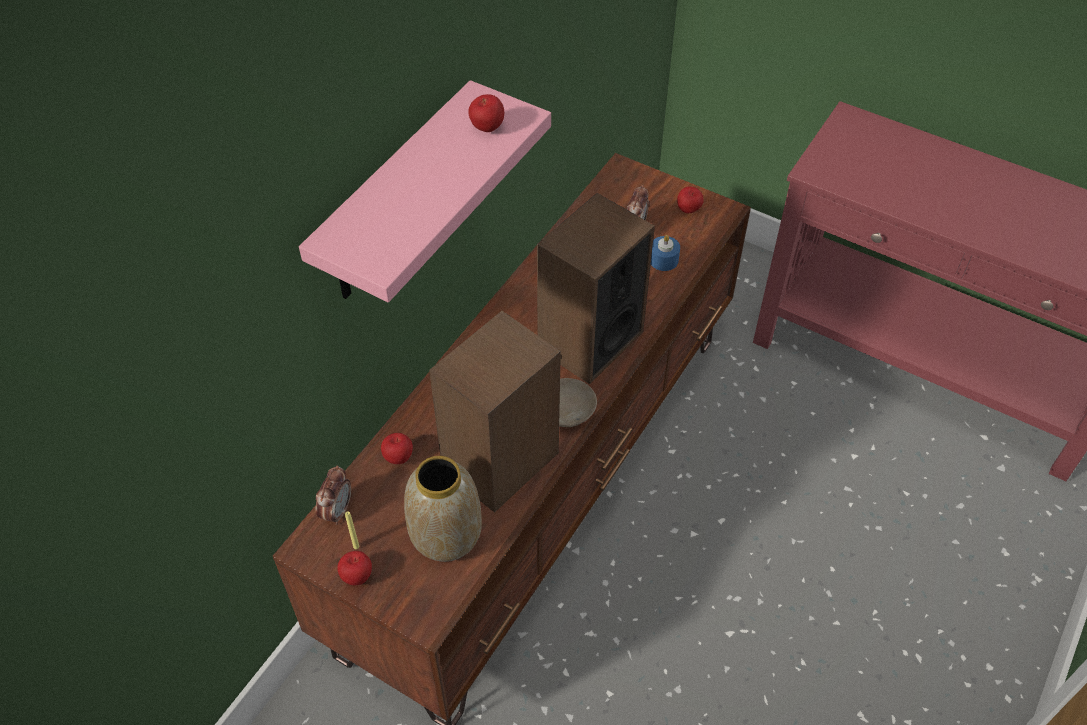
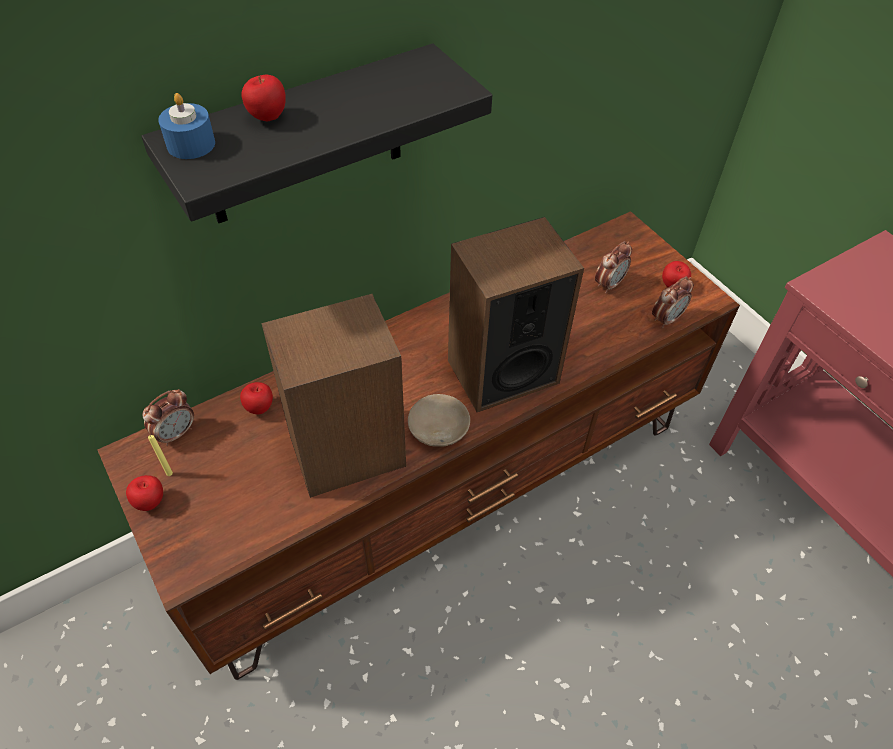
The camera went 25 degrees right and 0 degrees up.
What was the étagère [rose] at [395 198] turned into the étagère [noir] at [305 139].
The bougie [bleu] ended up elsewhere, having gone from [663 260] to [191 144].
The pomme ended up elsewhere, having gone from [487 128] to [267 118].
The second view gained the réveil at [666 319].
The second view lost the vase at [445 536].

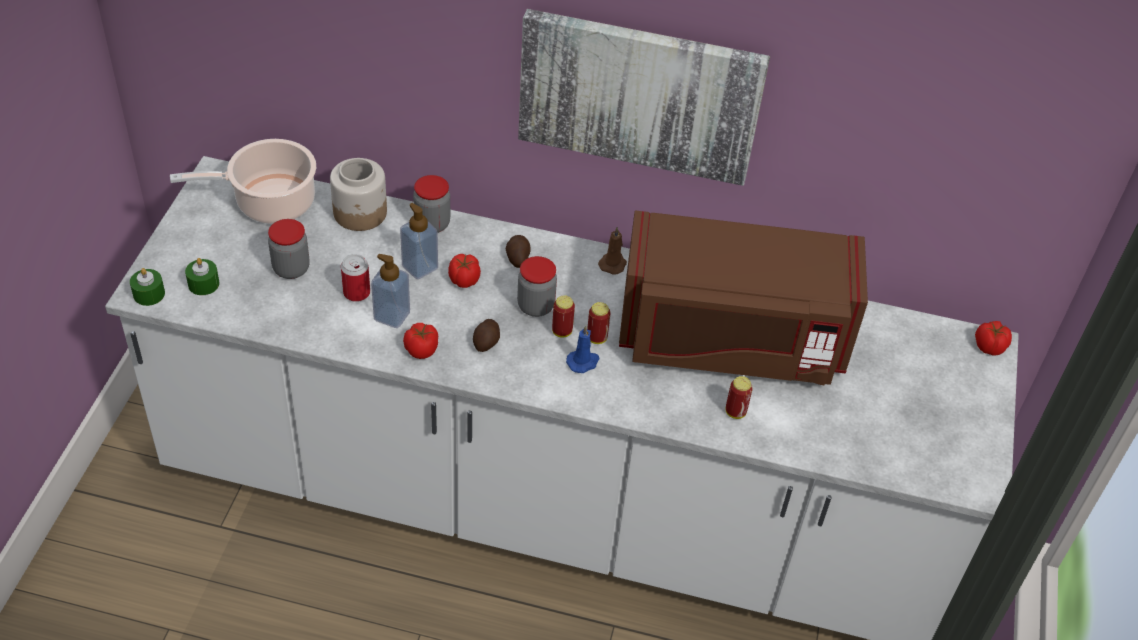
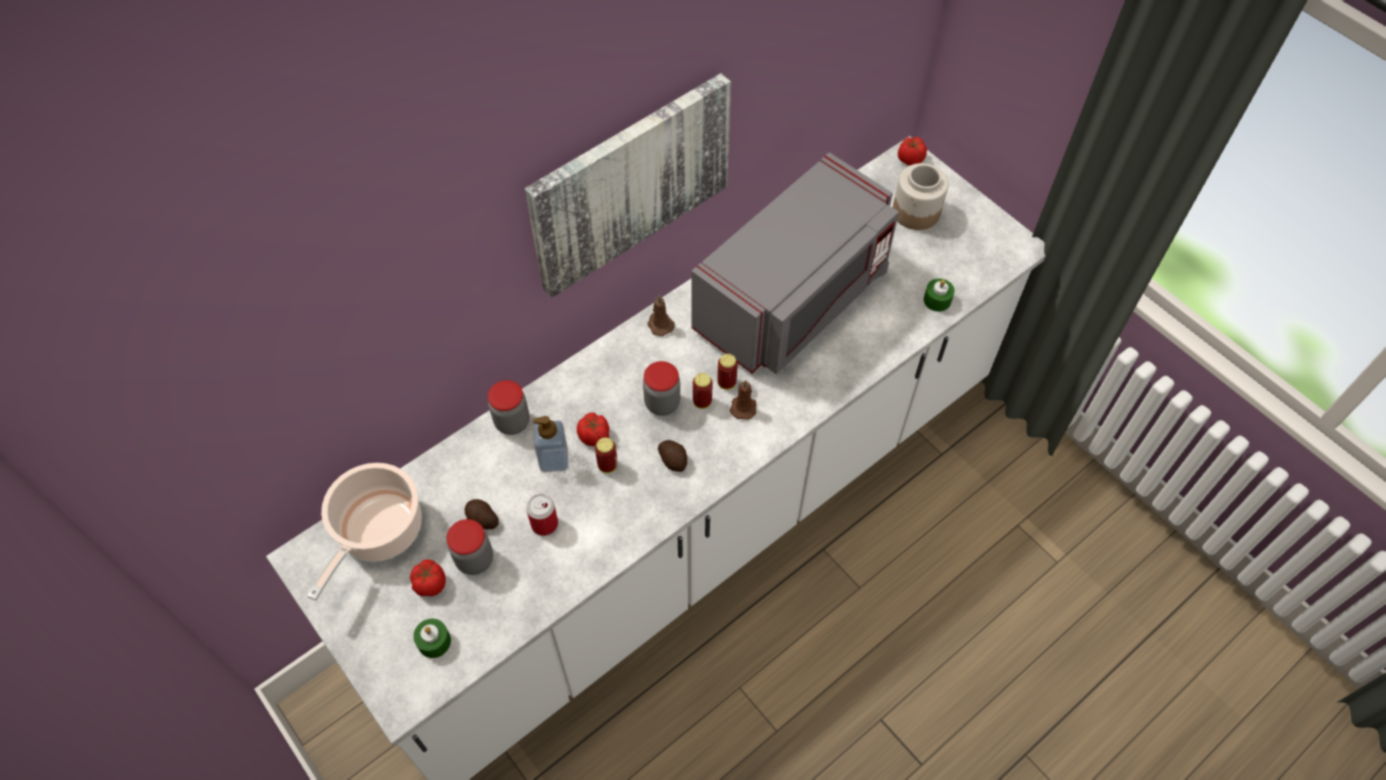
The camera went 50 degrees left and 10 degrees up.
The tomate ended up elsewhere, having gone from [422 349] to [430 583].
The pomme de terre ended up elsewhere, having gone from [517 257] to [482 519].
The boîte métallique ended up elsewhere, having gone from [735 412] to [607 465].
What was the micro-ondes [marron] at [731 340] turned into the micro-ondes [gris] at [793 299].
What was the bougie [bleu] at [583 362] turned into the bougie [marron] at [743 406].
The bocal ended up elsewhere, having gone from [360 213] to [916 212].
The bougie [vert] ended up elsewhere, having gone from [149 294] to [937 300].
The second view lost the distributeur de savon at [392 316].

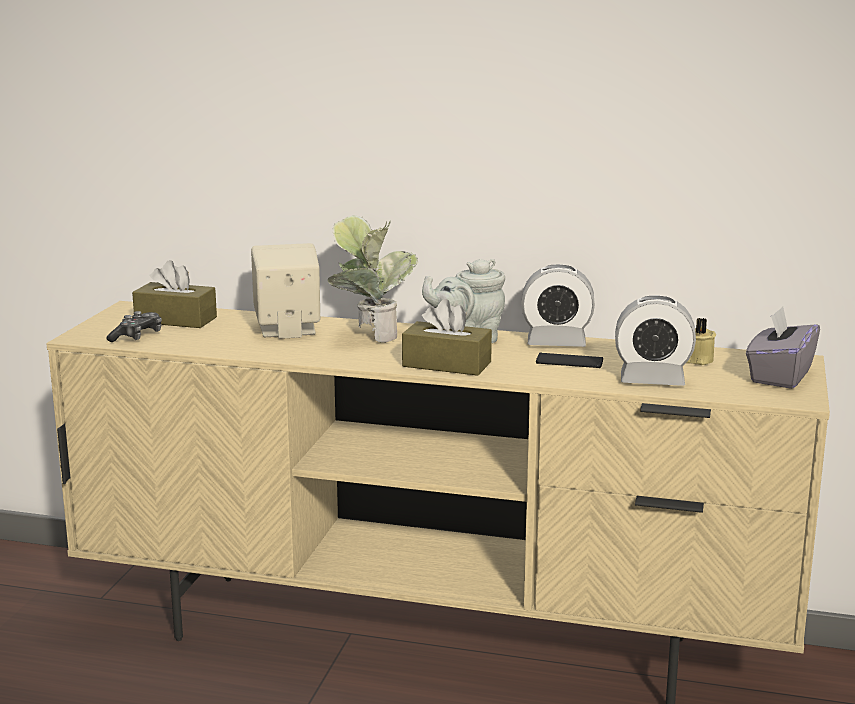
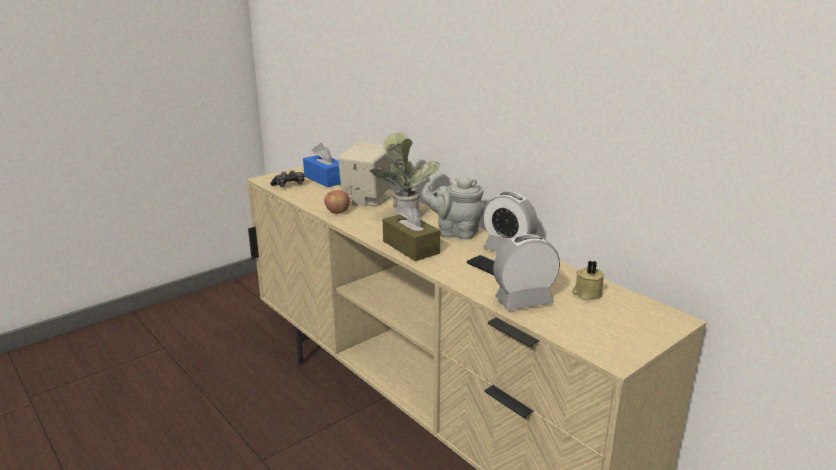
The camera went 35 degrees right and 5 degrees up.
What was the boîte à mouchoirs [marron] at [176 320] turned into the boîte à mouchoirs [bleu] at [325 179].
The second view gained the pomme at [337 212].
The réveil at [652 380] ended up facing another way, 120 degrees clockwise from before.
The second view lost the boîte à mouchoirs [gris] at [779 376].

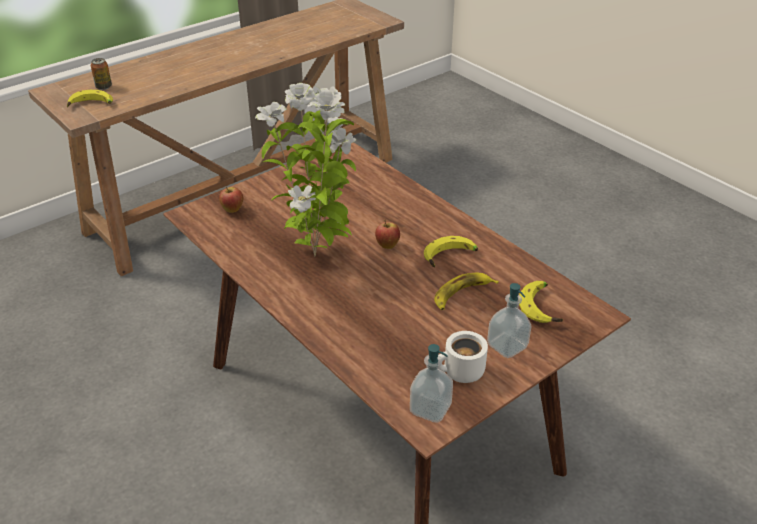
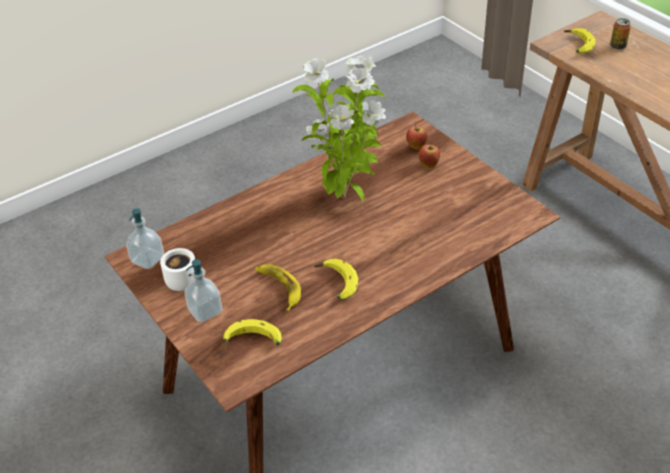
The camera went 95 degrees right and 5 degrees up.
The pomme ended up elsewhere, having gone from [387 246] to [428 165].

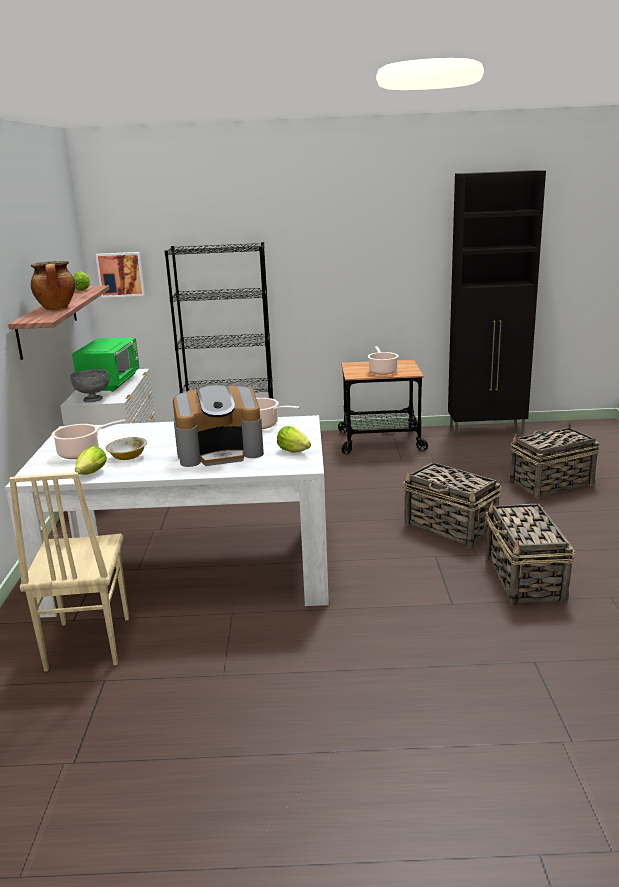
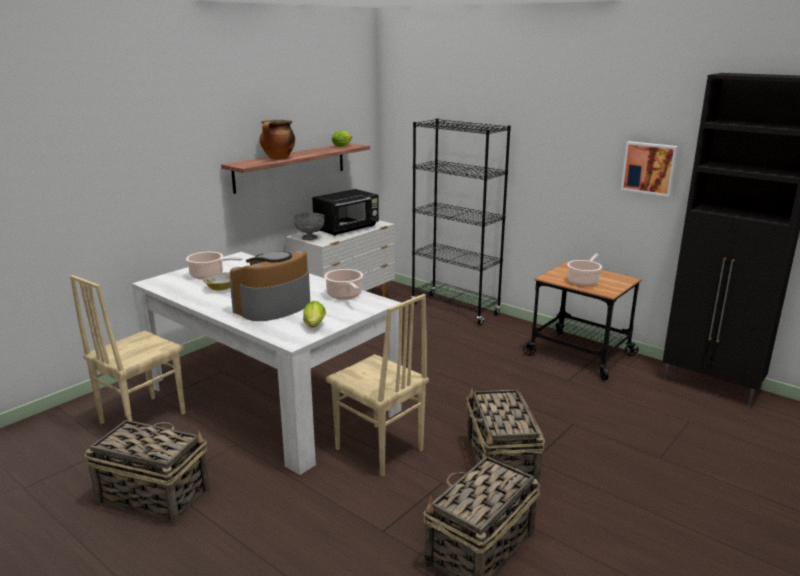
The camera went 40 degrees right and 0 degrees up.
The panier ended up elsewhere, having gone from [550 484] to [153 495].
The machine à café at [220 452] ended up facing another way, 105 degrees clockwise from before.
What was the micro-ondes [vert] at [111 383] turned into the micro-ondes [noir] at [347 228].
The second view gained the chaise [beige] at [378 450].
The tableau ended up elsewhere, having gone from [121 274] to [649 168].
The second view lost the laitue at [90 474].

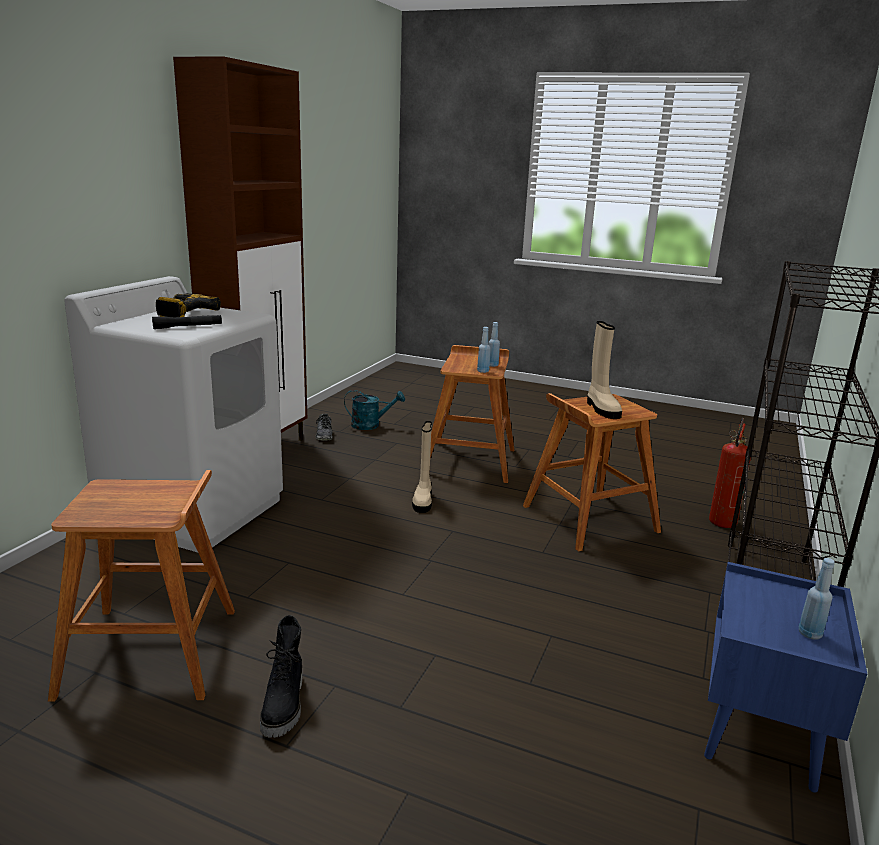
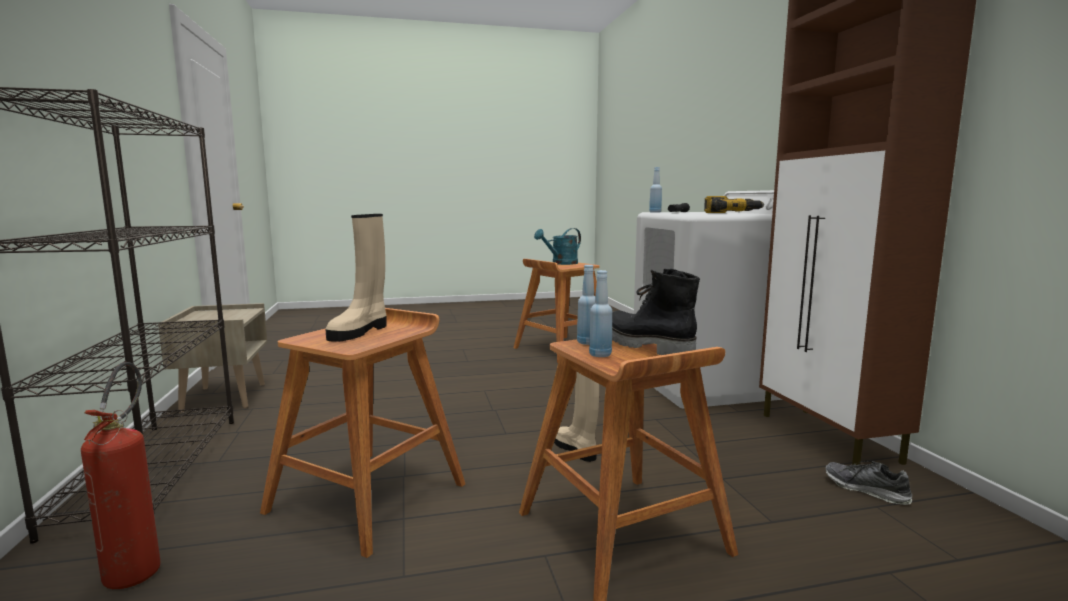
The camera went 145 degrees right and 10 degrees down.
What was the table de chevet [bleu] at [761 734] turned into the table de chevet [beige] at [223 397].
The botte [beige] at [601 409] ended up facing another way, 105 degrees counterclockwise from before.
The arrosoir [turquoise] ended up elsewhere, having gone from [371 425] to [561 263].
The botte [noir] ended up elsewhere, having gone from [285 705] to [645 346].
The bouteille [bleu] ended up elsewhere, having gone from [810 634] to [655 212].

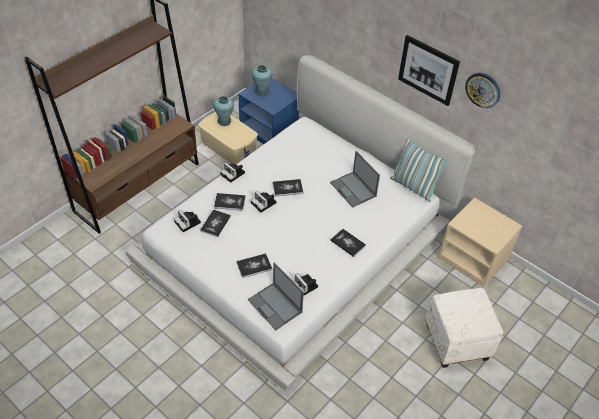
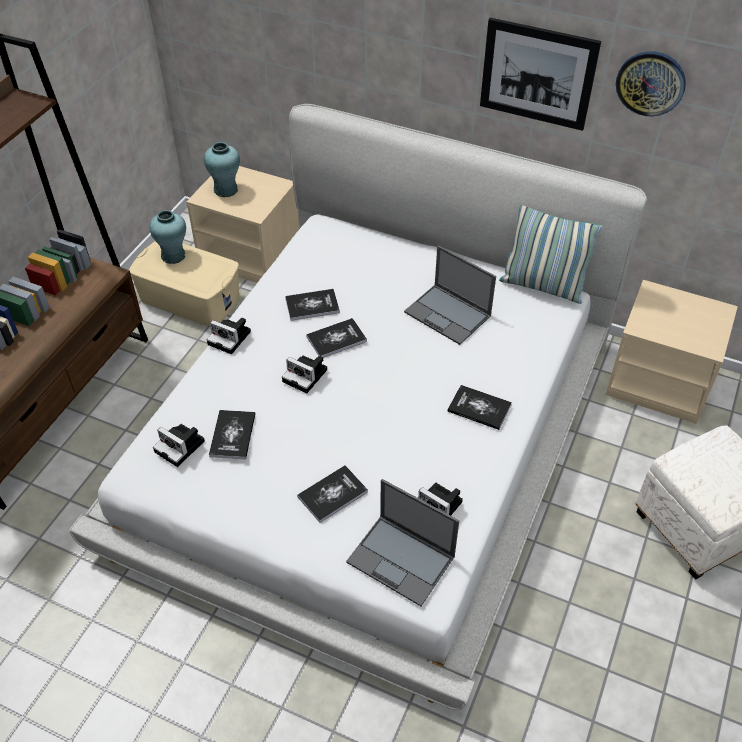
The camera went 15 degrees left and 0 degrees up.
What was the table de chevet [bleu] at [270 130] turned into the table de chevet [beige] at [251 255].
The livre ended up elsewhere, having gone from [229 202] to [312 305].

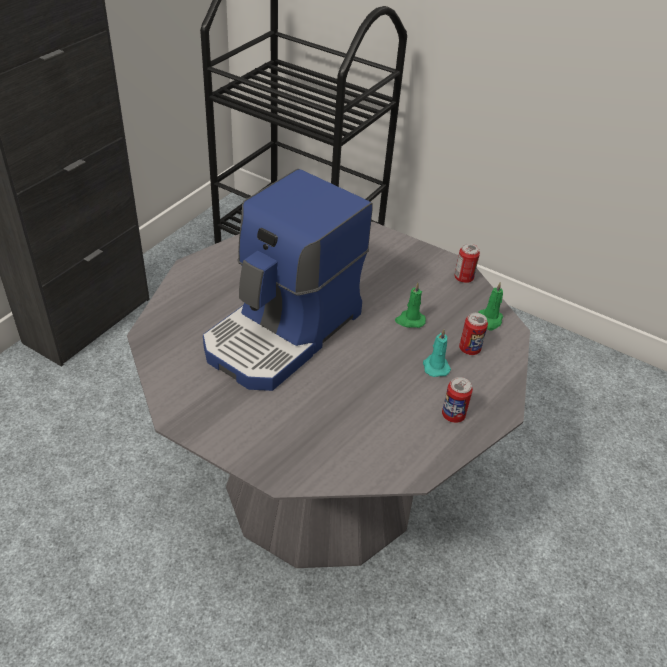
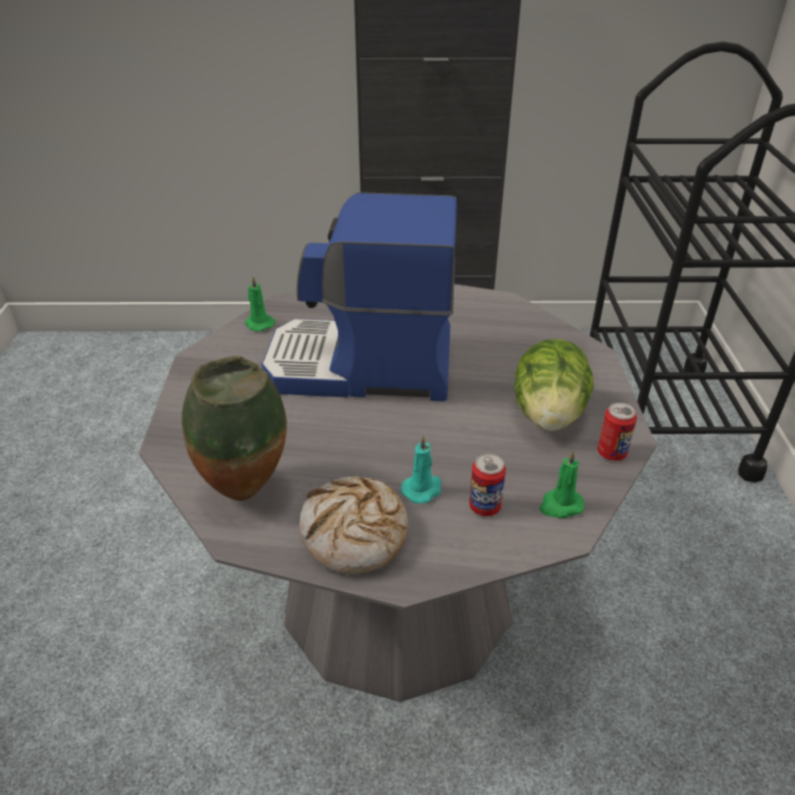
The camera went 60 degrees right and 5 degrees down.
The second view gained the vase at [247 492].
The bougie [vert] ended up elsewhere, having gone from [410 320] to [258 323].
Where the boîte métallique stood at [453 415], the pain came to stand at [355 535].
The second view gained the laitue at [548 415].

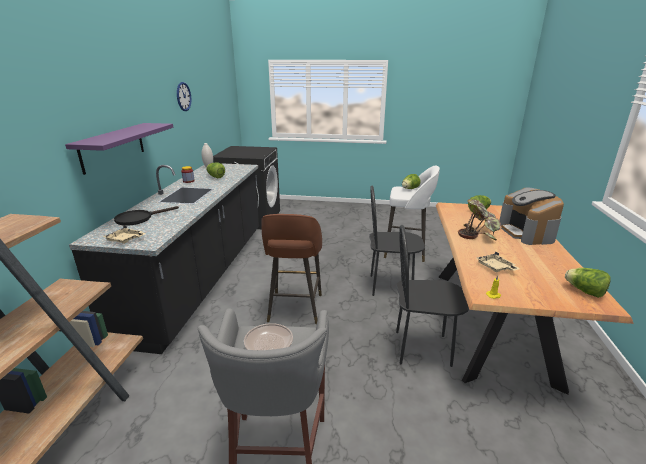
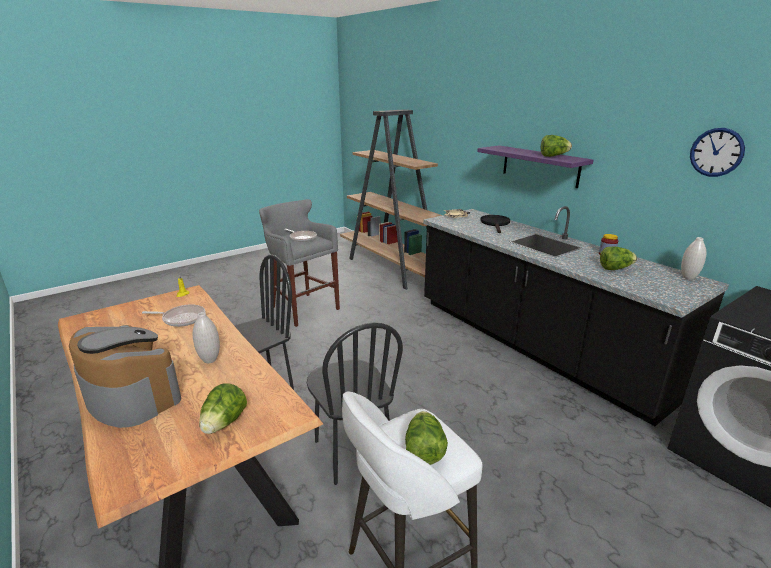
The camera went 135 degrees right and 0 degrees up.
Where the plateau [beige] stood at [495 268], the poêle came to stand at [182 318].
Where the plante en pot stood at [479 234], the vase [blanc] came to stand at [210 360].
The chaise [noir] at [390 286] ended up facing another way, 105 degrees clockwise from before.
The laitue ended up elsewhere, having gone from [584 292] to [553 156].
The second view lost the tabouret [marron] at [295 309].

